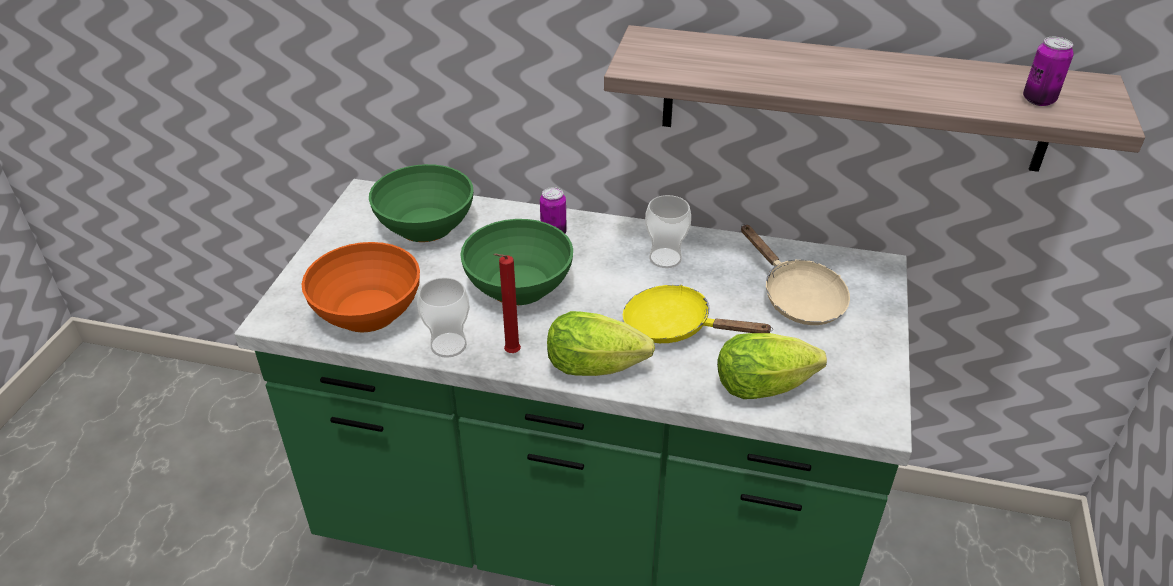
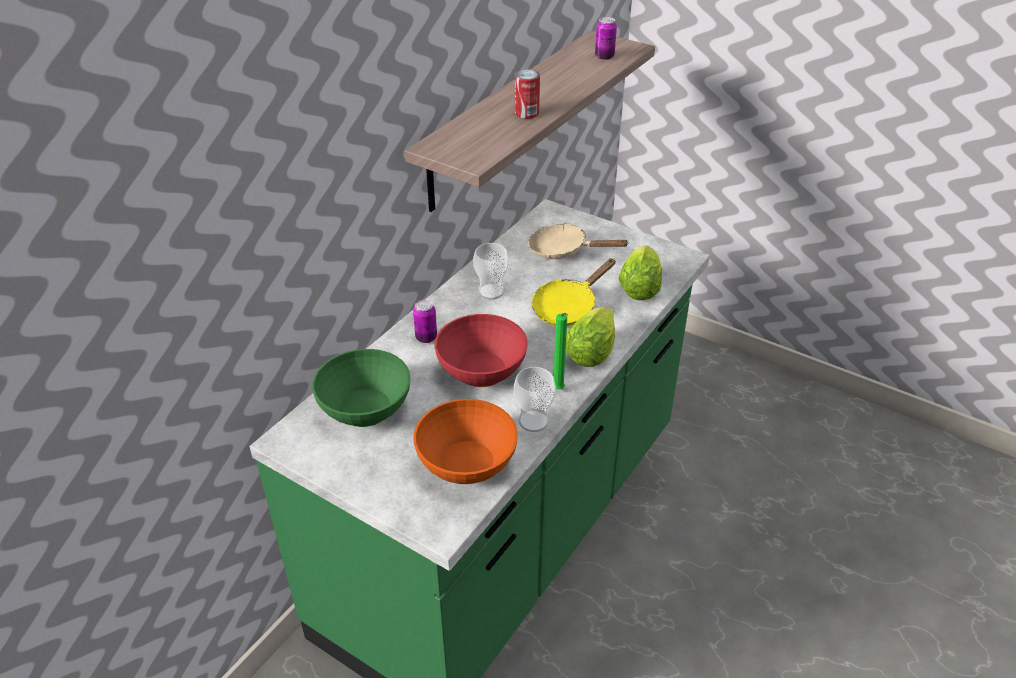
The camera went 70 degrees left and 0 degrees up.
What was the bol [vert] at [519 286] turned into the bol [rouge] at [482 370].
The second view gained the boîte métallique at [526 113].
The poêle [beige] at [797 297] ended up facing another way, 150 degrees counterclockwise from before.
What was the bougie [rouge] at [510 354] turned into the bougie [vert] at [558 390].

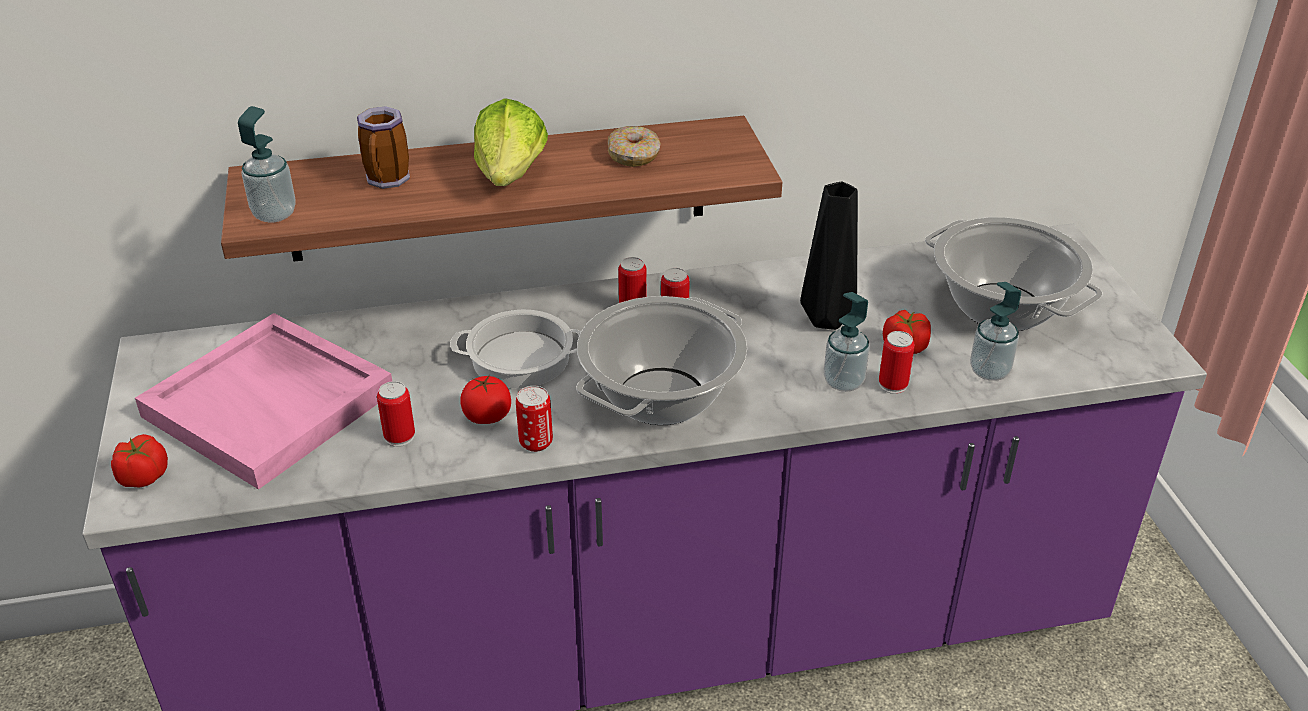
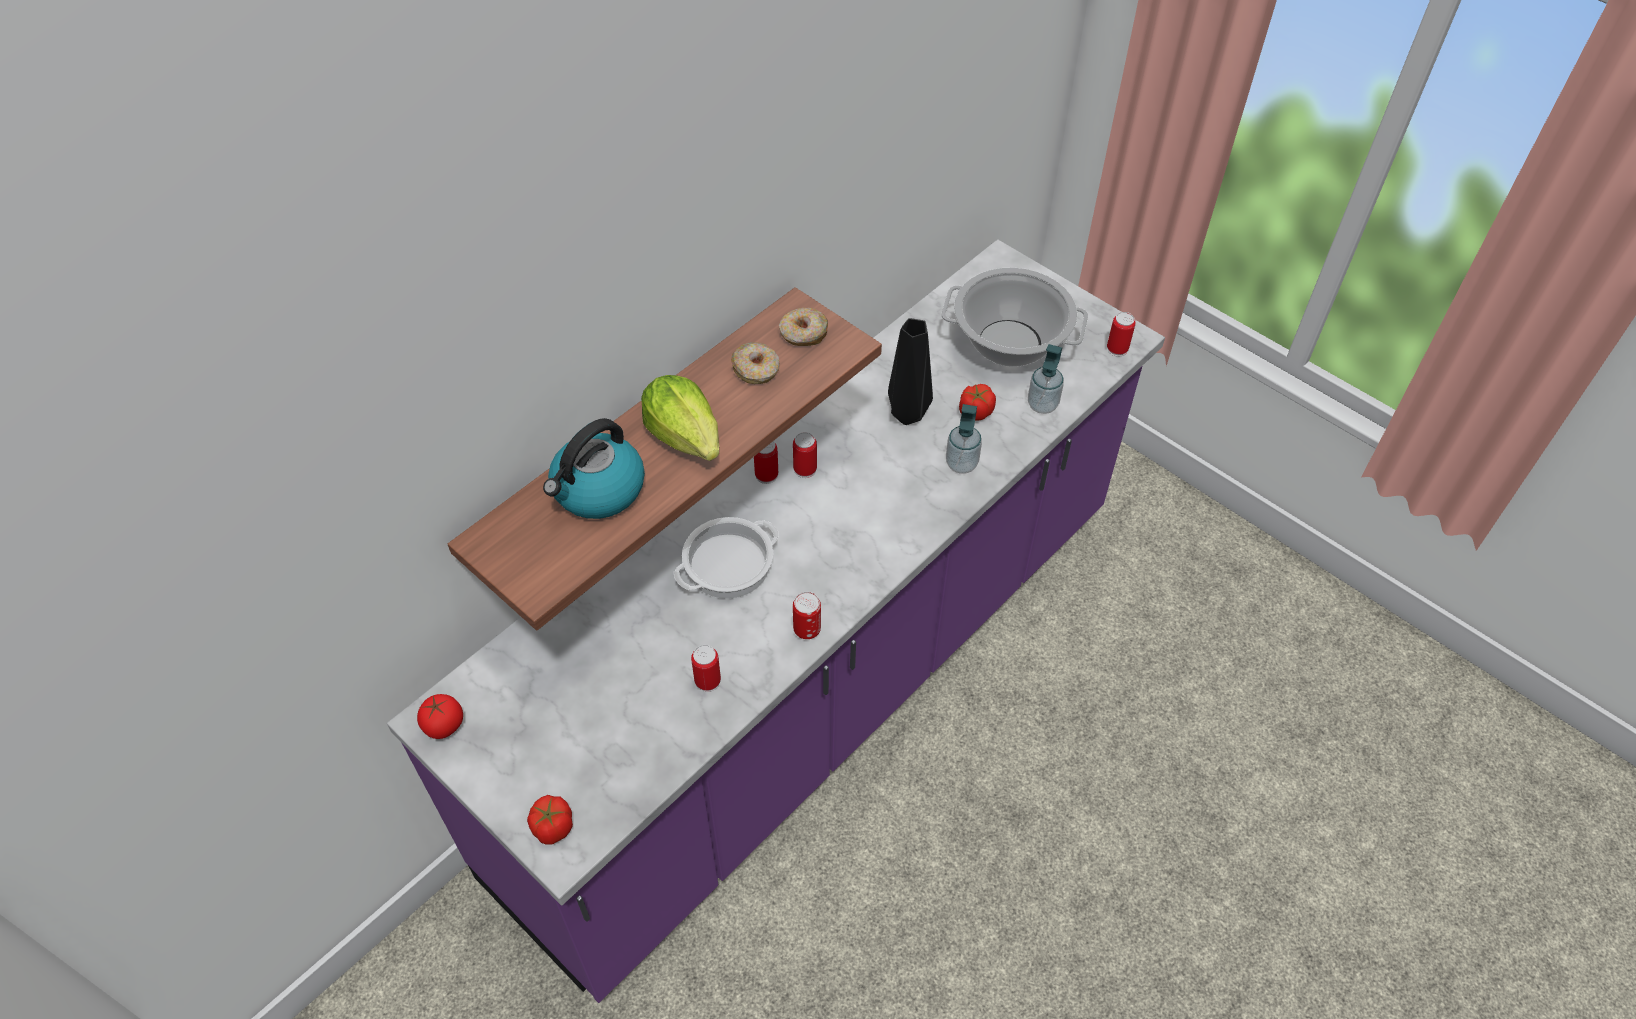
The camera went 35 degrees left and 15 degrees up.
The tomate ended up elsewhere, having gone from [487 416] to [444 725].
Where the mug stood at [388 181], the bouilloire came to stand at [598 490].
The second view gained the beignet at [803 334].
The boîte métallique ended up elsewhere, having gone from [893 385] to [1117 349].
The second view lost the plateau [rose] at [271 404].
The second view lost the distributeur de savon at [274 214].
The second view lost the marmite at [661 396].

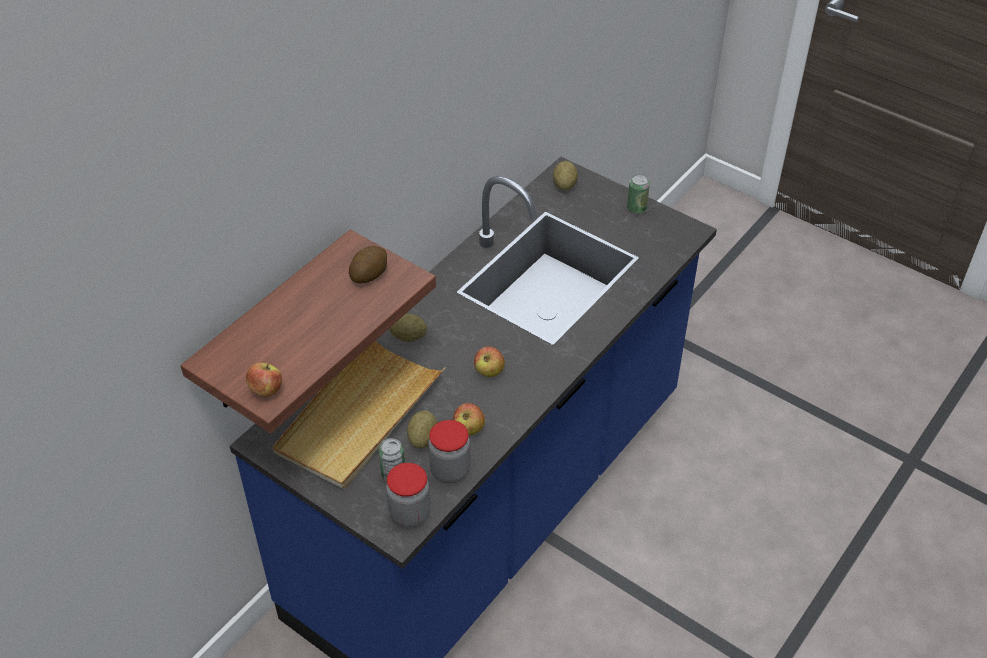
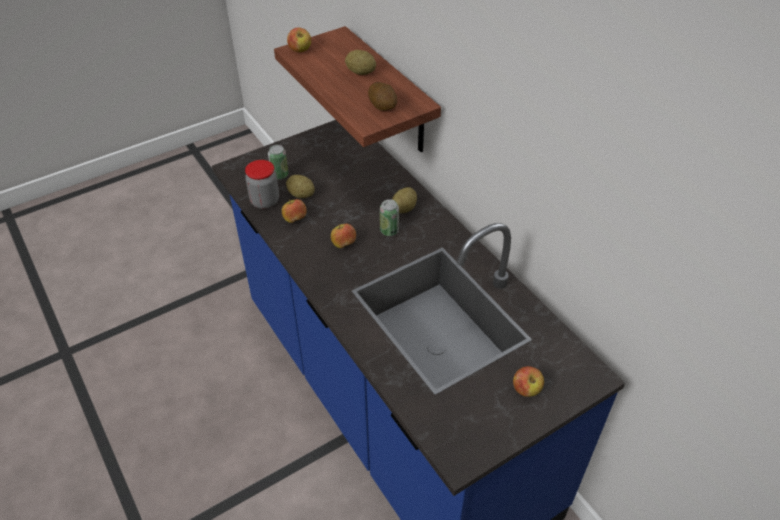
The camera went 110 degrees right and 0 degrees up.
The pomme de terre ended up elsewhere, having gone from [564 185] to [360 72].
The boîte métallique ended up elsewhere, having gone from [636 208] to [389 230].
The second view gained the pomme at [526 389].
The second view lost the plateau [beige] at [359 415].
The second view lost the bocal at [409 514].

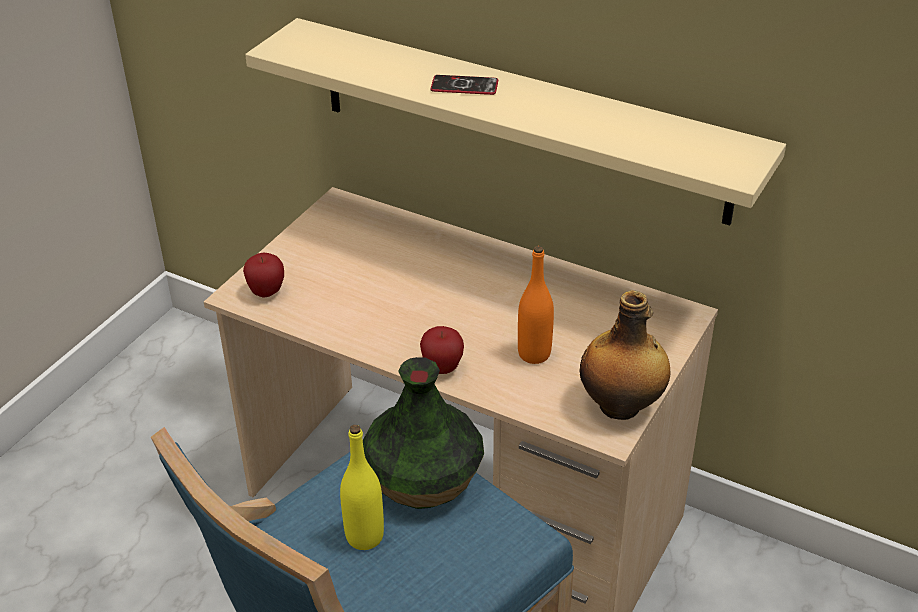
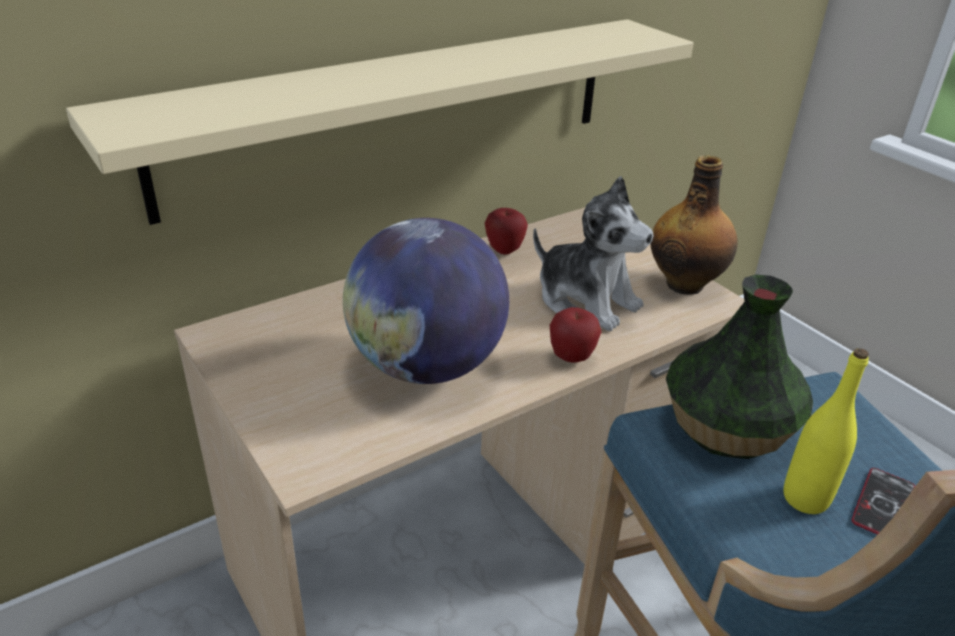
The camera went 65 degrees left and 5 degrees down.
The second view gained the globe at [426 366].
The pomme ended up elsewhere, having gone from [266 292] to [504 250].
Where the bouteille [orange] stood at [534 354], the peluche came to stand at [586 300].
The téléphone ended up elsewhere, having gone from [464 86] to [883 505].

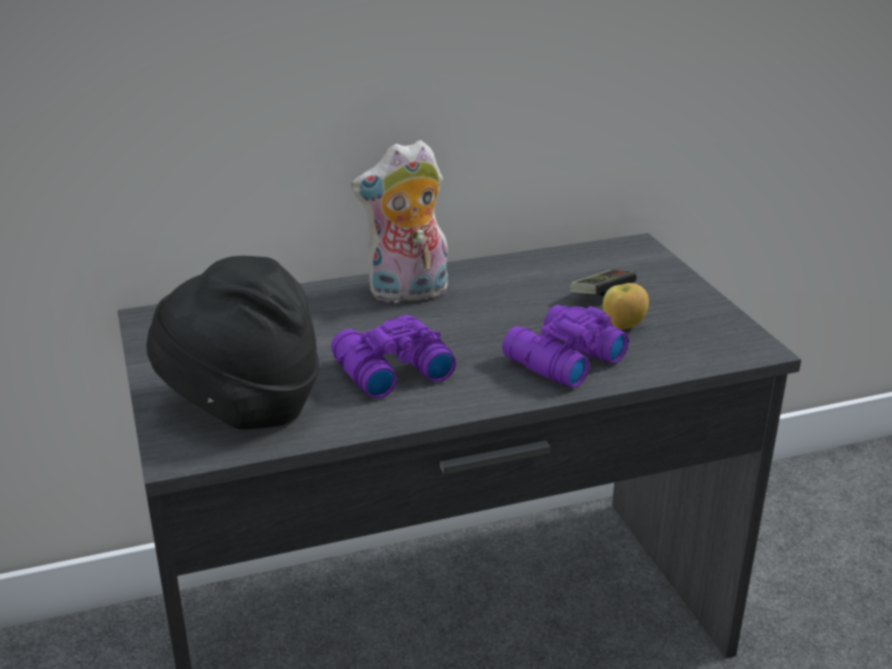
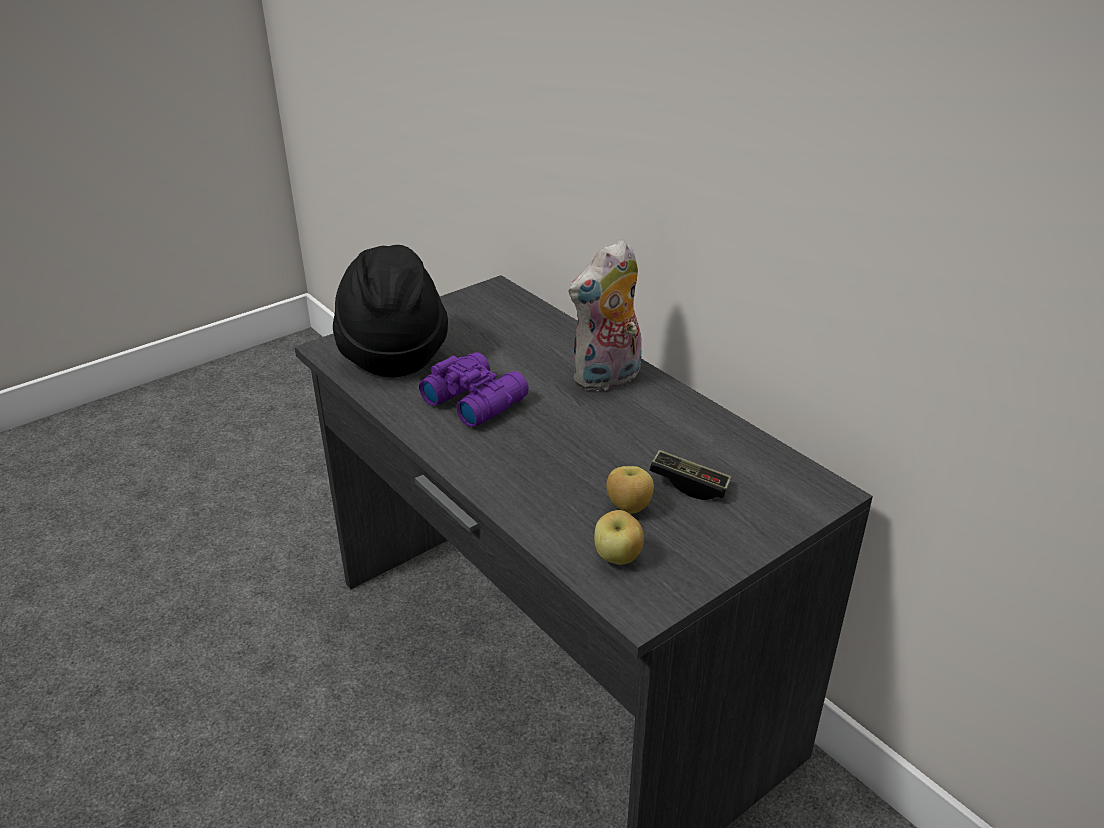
The camera went 70 degrees right and 5 degrees up.
The peluche at [407 294] ended up facing another way, 90 degrees counterclockwise from before.
The second view gained the pomme at [618 558].
The second view lost the jumelles [violet] at [561 360].

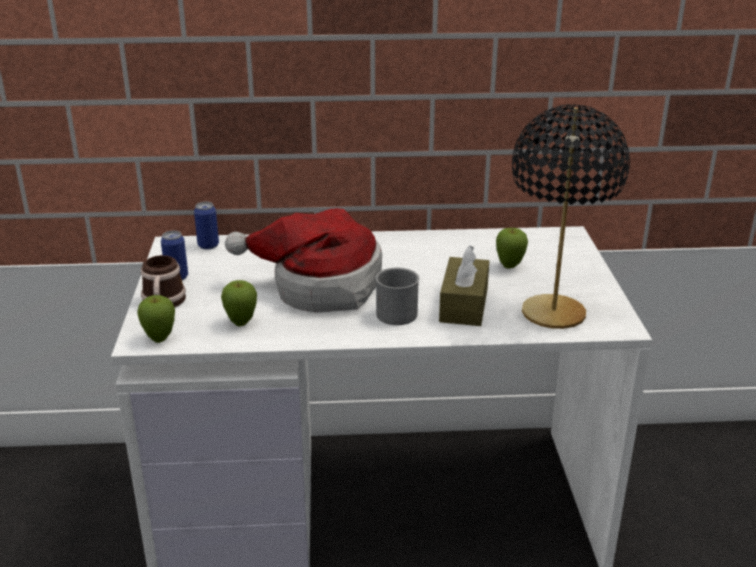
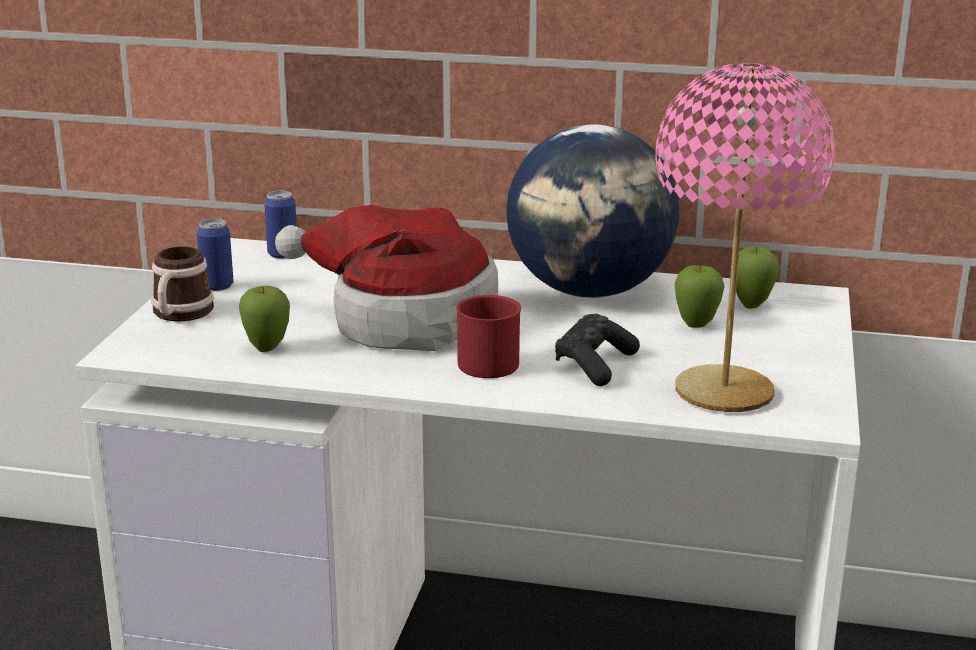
The camera went 15 degrees right and 5 degrees down.
What was the mug [gris] at [396 311] turned into the mug [rouge] at [490 360].
The second view gained the globe at [590 291].
Where the boîte à mouchoirs [marron] stood at [464 305], the manette [noir] came to stand at [595 365].
What was the lampe de table [noir] at [552 313] turned into the lampe de table [rose] at [723 391].
The pomme ended up elsewhere, having gone from [160 339] to [751 305].

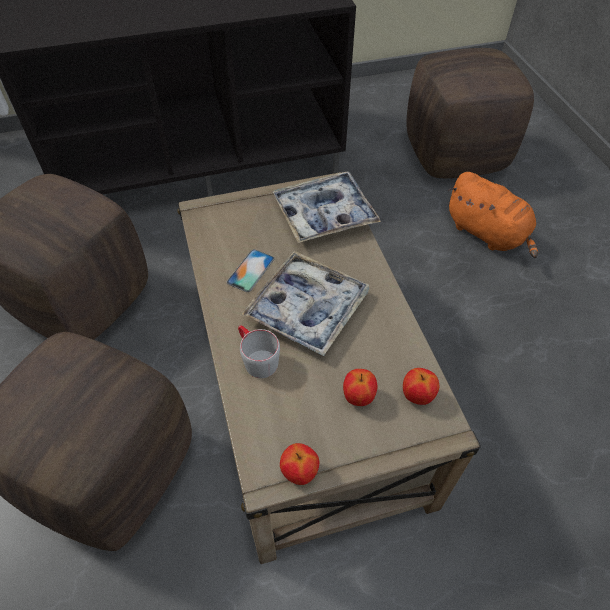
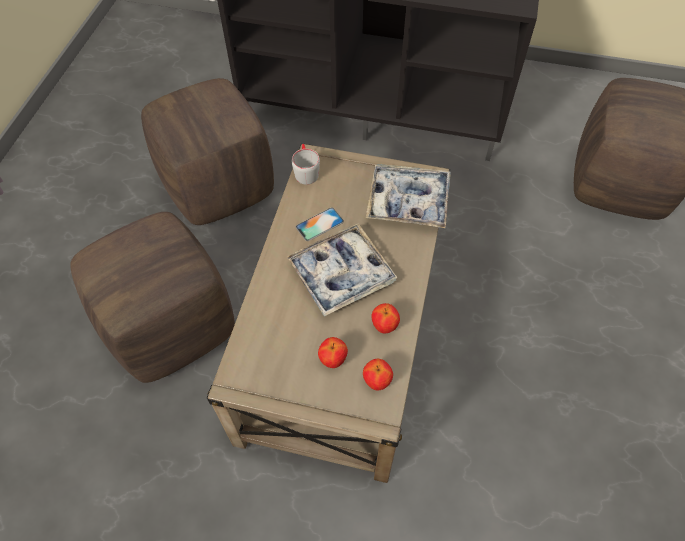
The camera went 30 degrees right and 5 degrees up.
The mug [gris] ended up elsewhere, having gone from [256 358] to [305 171].
The pomme ended up elsewhere, having gone from [299 472] to [384 326].
The second view lost the peluche [orange] at [487 234].

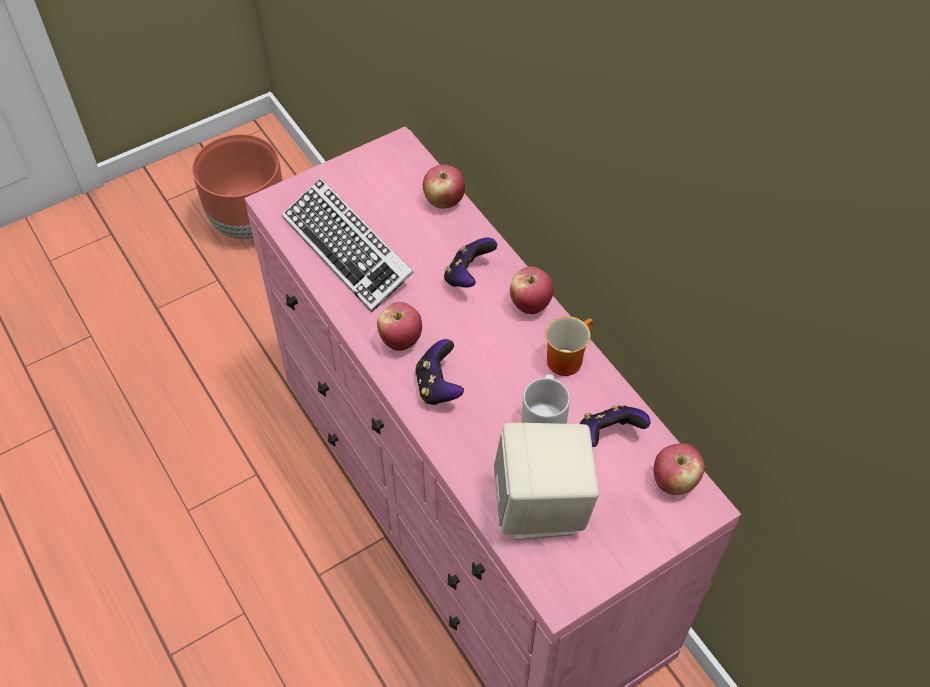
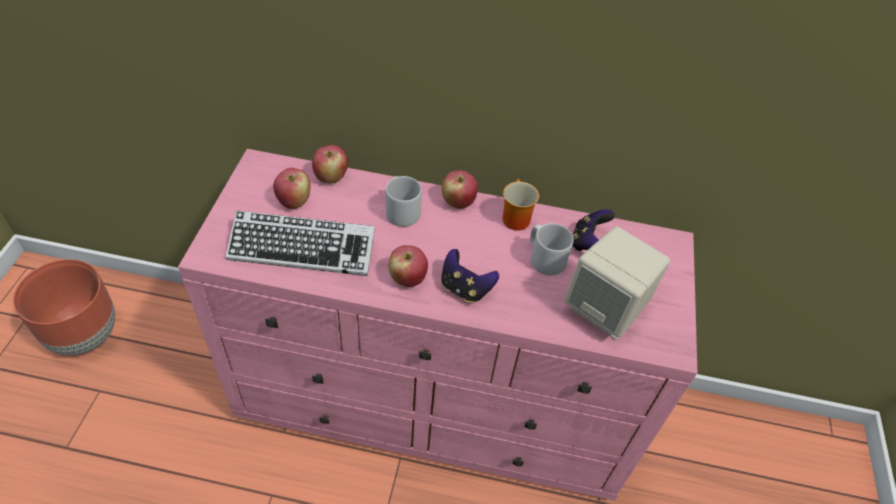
The camera went 50 degrees left and 5 degrees down.
The pomme ended up elsewhere, having gone from [674 481] to [294 201].
Where the manette stood at [468 276], the mug [gris] came to stand at [401 211].

